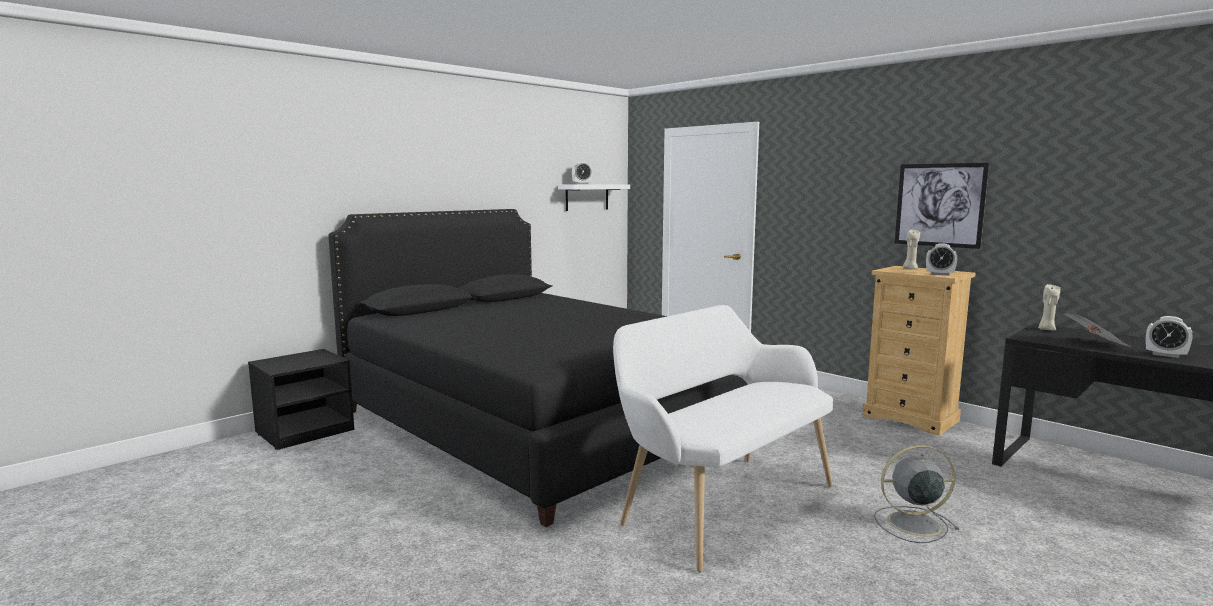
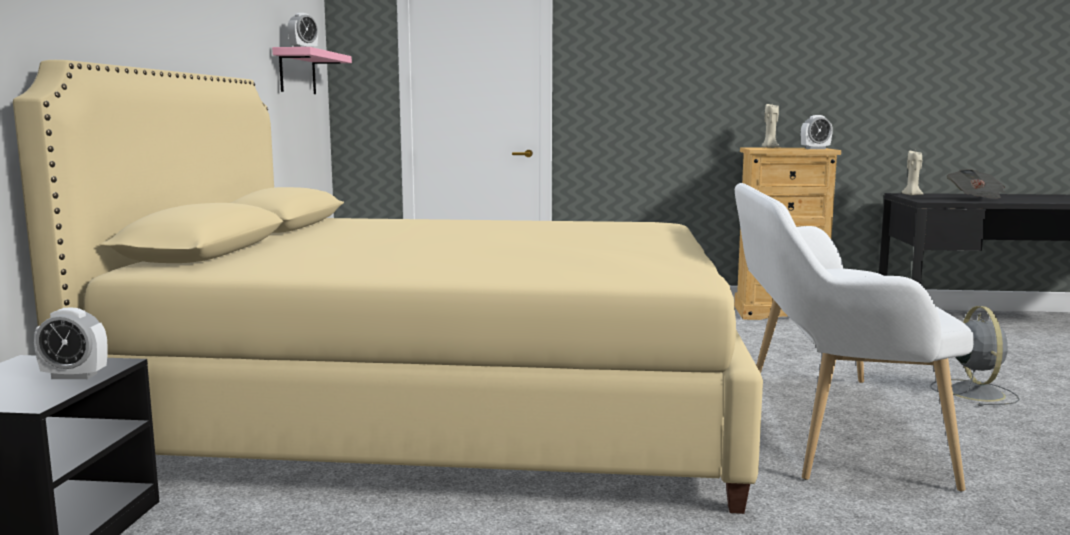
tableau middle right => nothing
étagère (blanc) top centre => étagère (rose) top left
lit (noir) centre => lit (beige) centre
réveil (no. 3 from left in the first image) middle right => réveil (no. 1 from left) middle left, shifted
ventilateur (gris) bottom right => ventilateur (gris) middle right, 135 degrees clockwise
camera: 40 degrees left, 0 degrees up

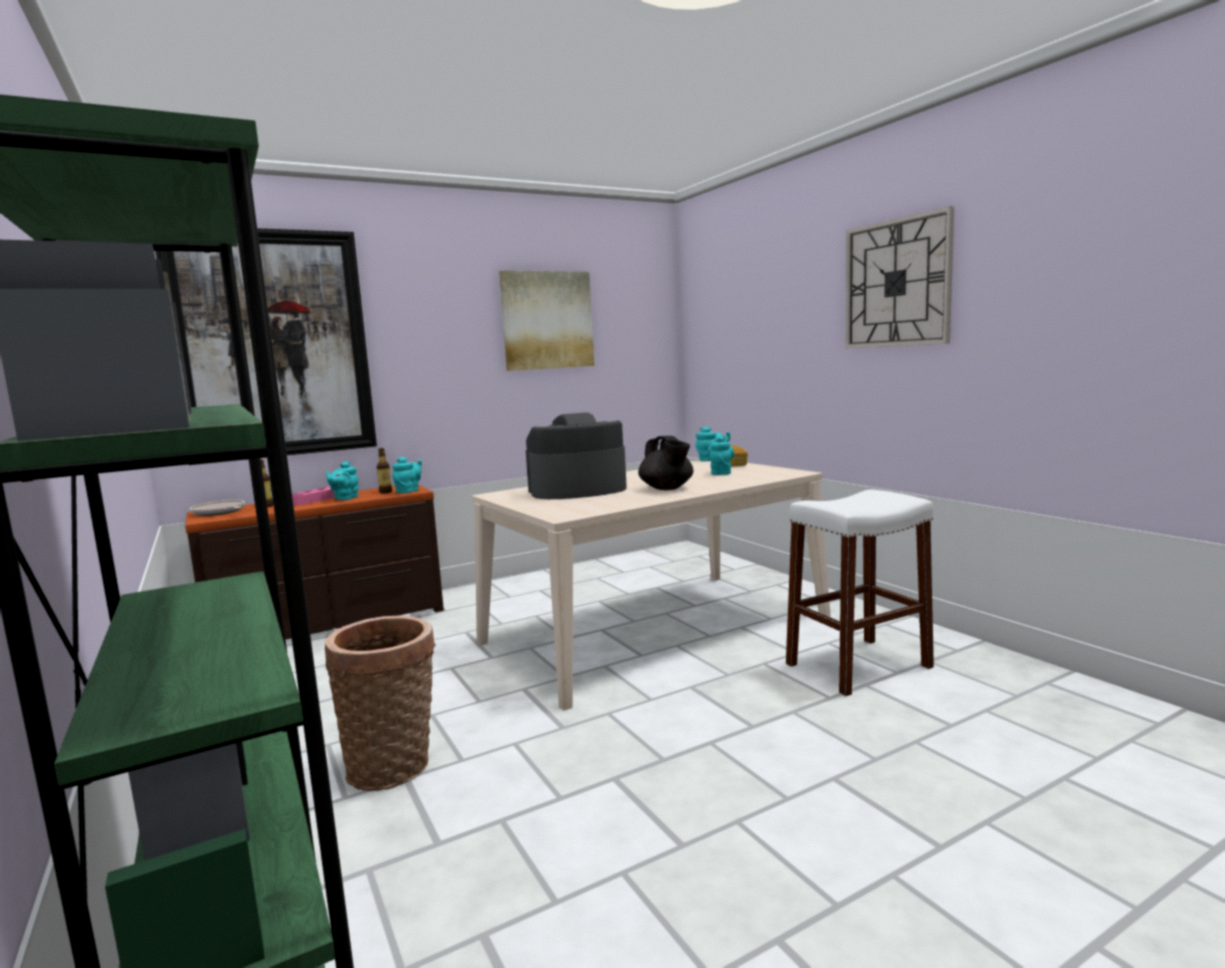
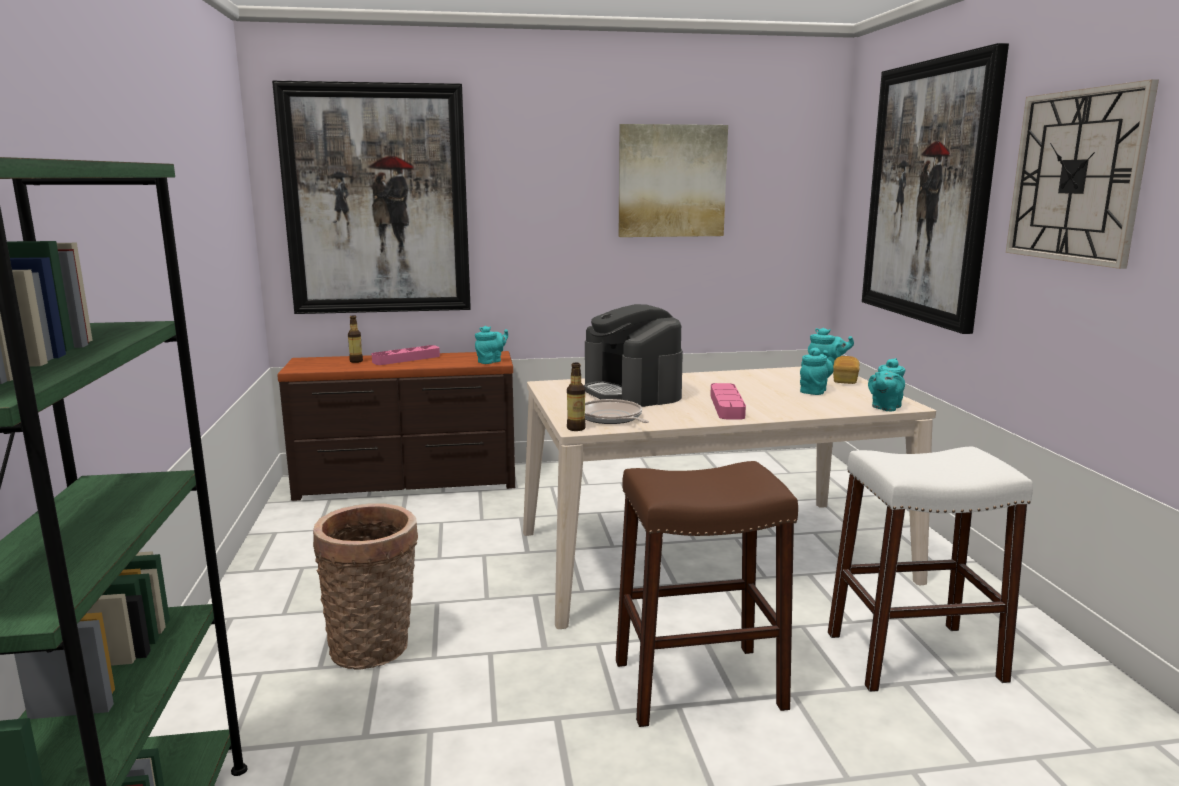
machine à café centre, 120 degrees counterclockwise
théière (noir) centre => plateau (rose) (no. 2 from left) centre
bouteille (no. 2 from left) middle left => bouteille (no. 2 from left) centre, shifted
théière (turquoise) (no. 1 from left in the first image) middle left => théière (turquoise) (no. 4 from left) middle right, shifted
poêle middle left => poêle centre, shifted
nothing => tableau (no. 3 from left) top right
nothing => tabouret (marron) bottom centre
camera: 20 degrees right, 5 degrees up

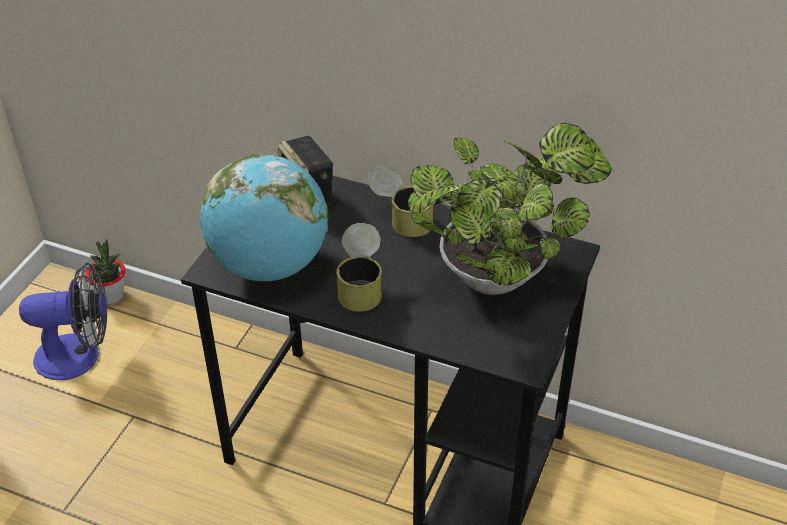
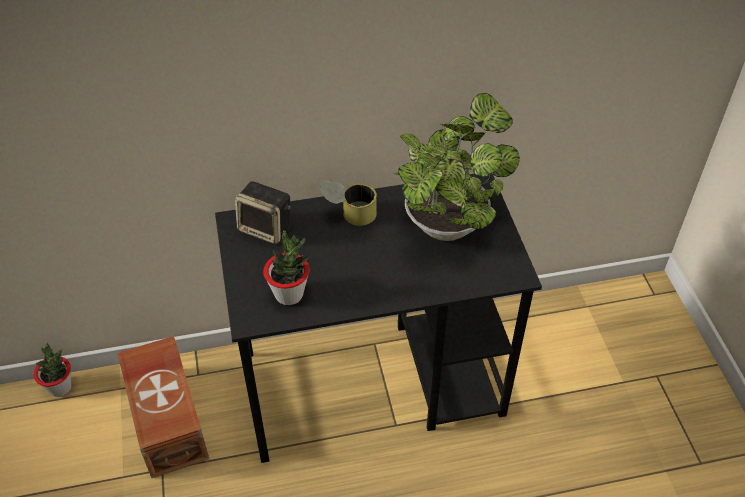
globe centre => plante en pot (no. 2 from left) centre
boîte métallique (no. 1 from left) centre => nothing
ventilateur middle left => nothing
nothing => boîte de rangement (marron) bottom left
camera: 35 degrees left, 5 degrees up

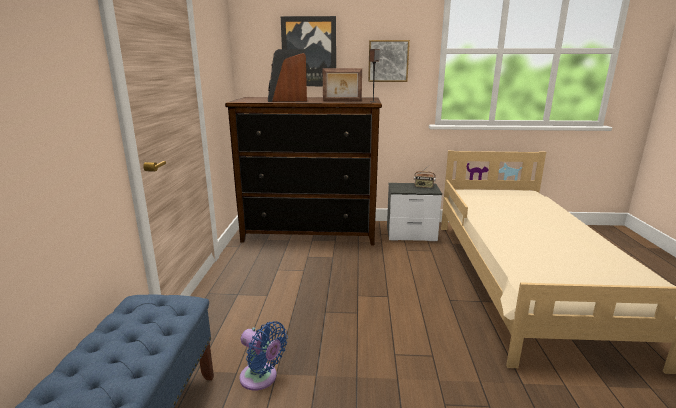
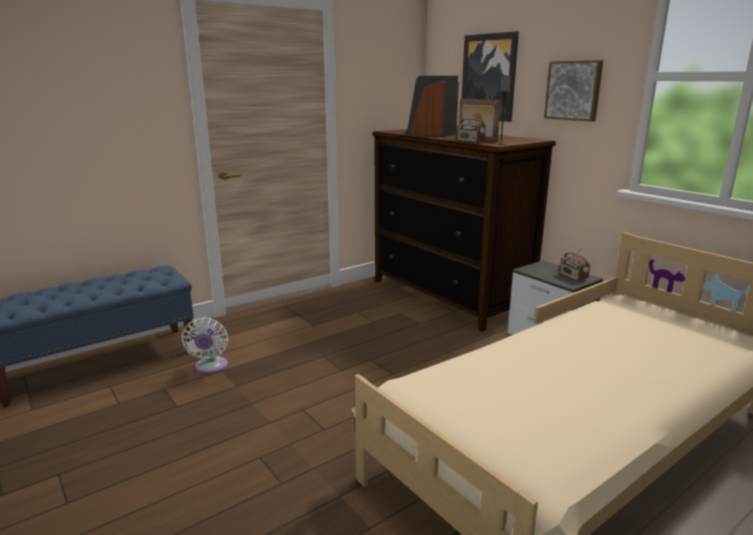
ventilateur (bleu) bottom centre => ventilateur (blanc) middle left
nothing => radio (no. 1 from left) top centre
camera: 50 degrees right, 0 degrees up

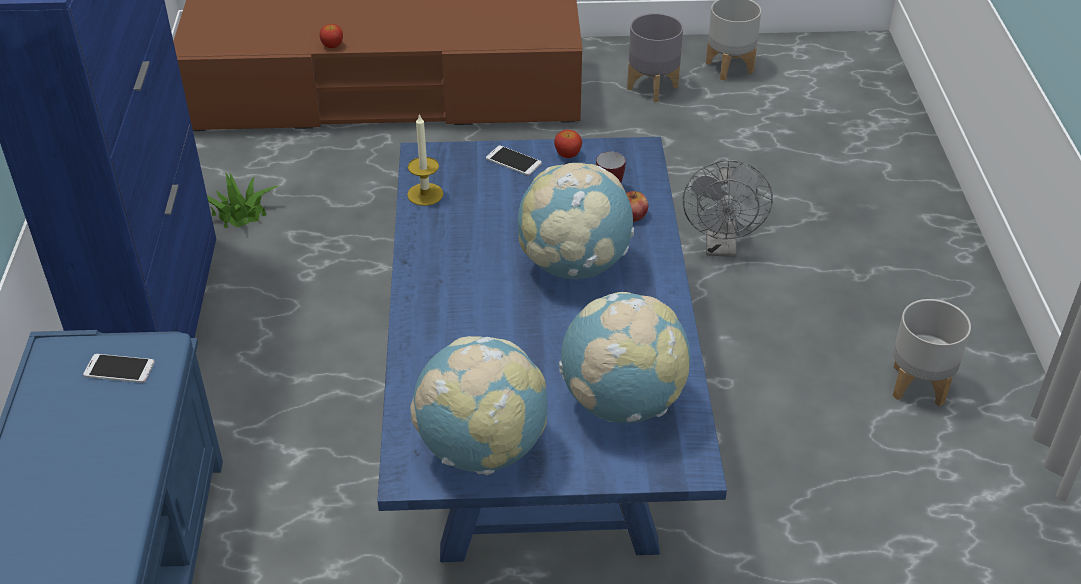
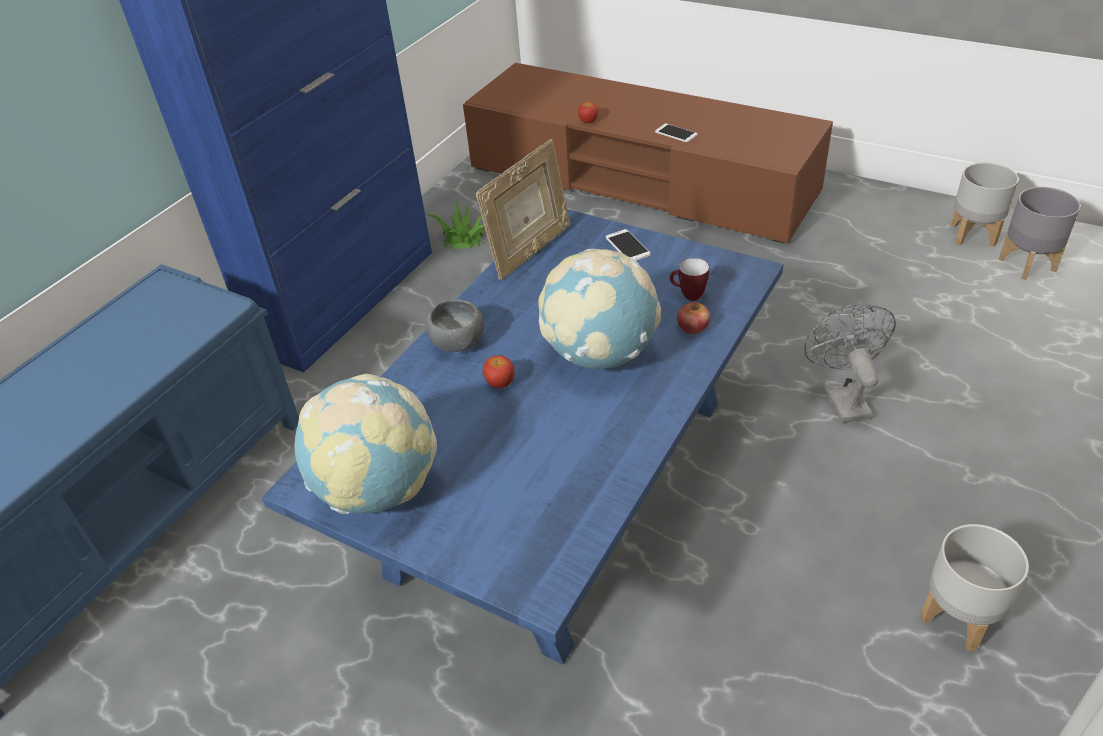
cache-pot (gris) (no. 1 from left in the first image) top centre => cache-pot (gris) (no. 3 from left) top right, shifted
bougie top centre => cadre photo top centre
pomme (no. 2 from left in the first image) top centre => pomme (no. 1 from left) centre, shifted
ventilateur (gris) middle right, 135 degrees clockwise
globe (no. 3 from left) centre => nothing
téléphone (no. 1 from left in the first image) middle left => téléphone (no. 2 from left) top centre, shifted
nothing => bol (gris) centre
camera: 35 degrees right, 0 degrees up

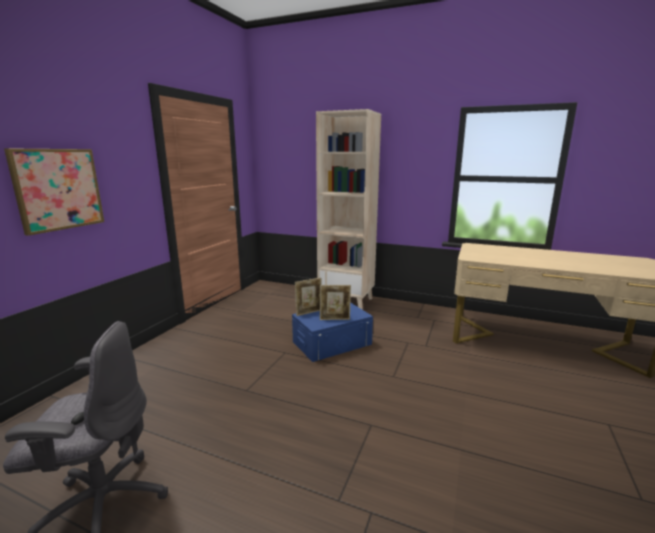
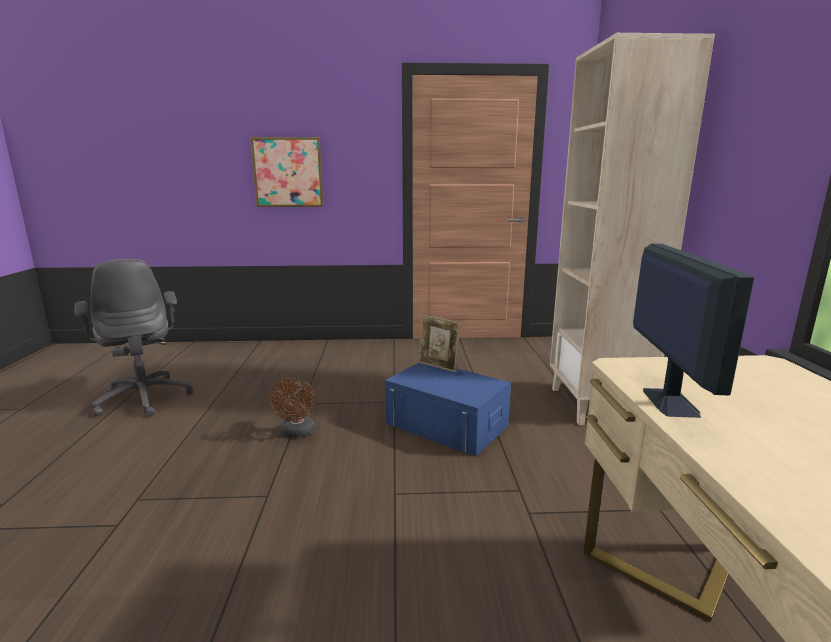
cadre photo (no. 2 from left) centre => nothing
nothing => écran d'ordinateur middle right
nothing => ventilateur (marron) centre
camera: 65 degrees right, 0 degrees up

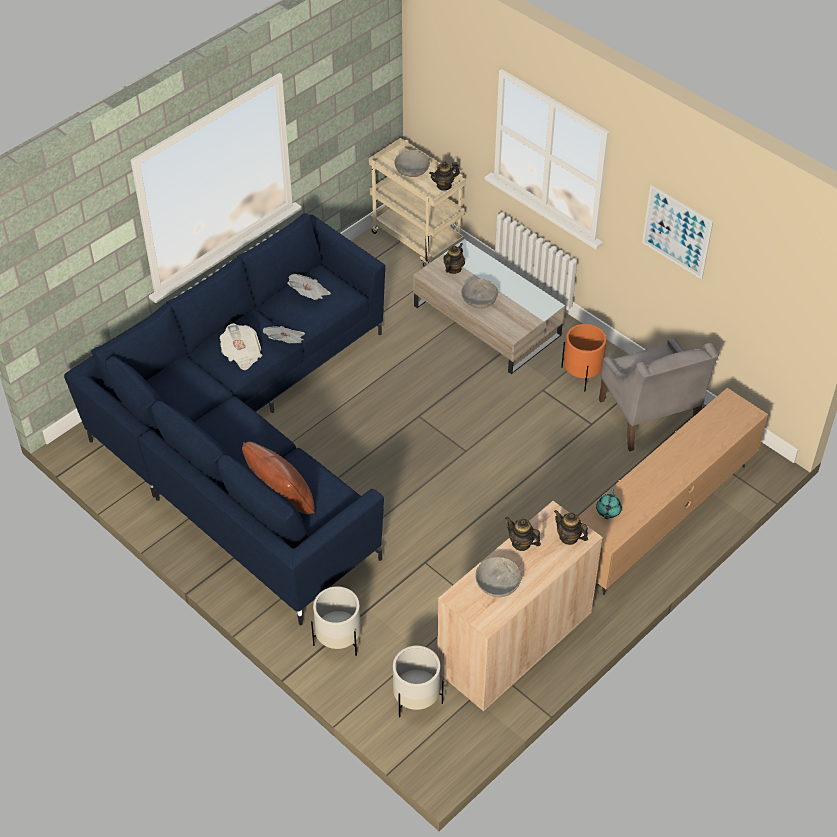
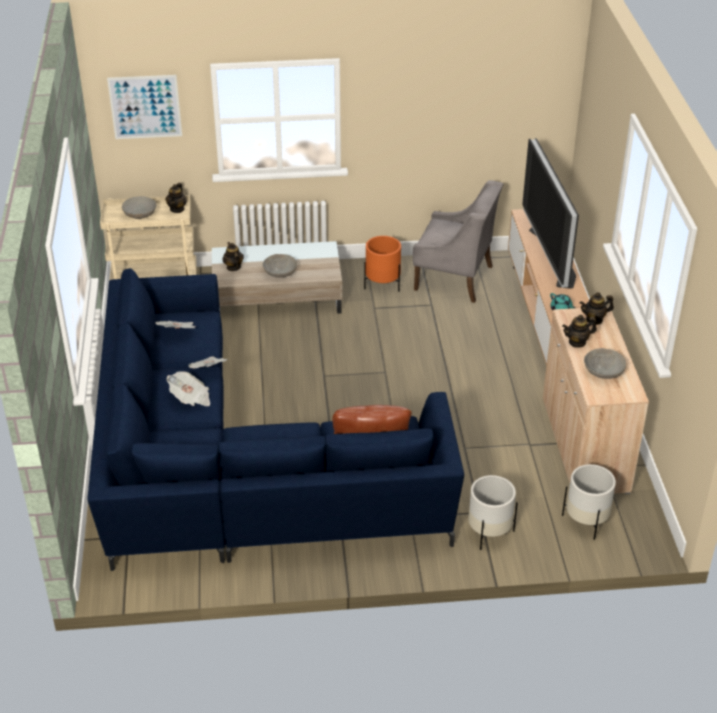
tableau top right => tableau top left, shifted
nothing => téléviseur top right
camera: 50 degrees left, 10 degrees down

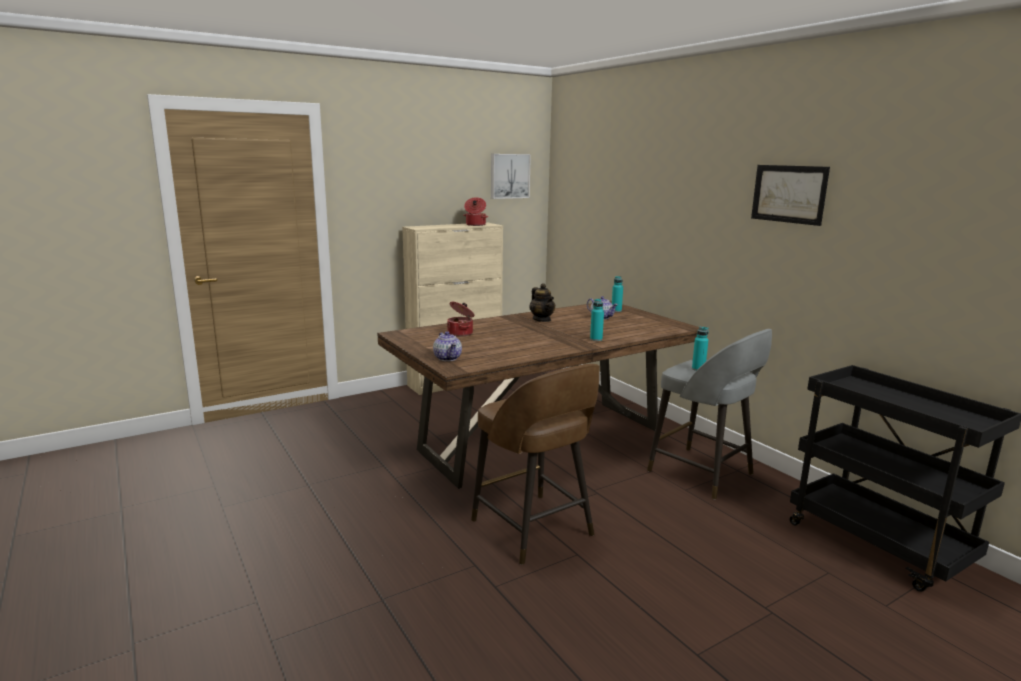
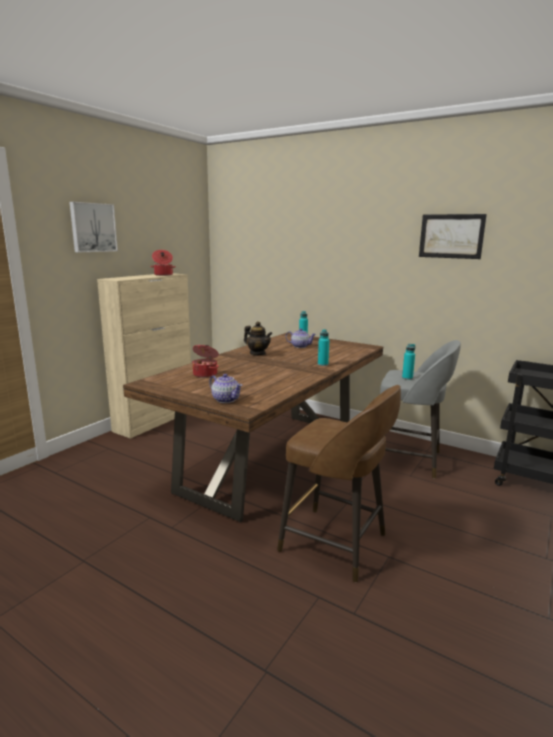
tableau (no. 1 from left) top centre => tableau (no. 1 from left) top left, shifted
camera: 25 degrees left, 0 degrees up

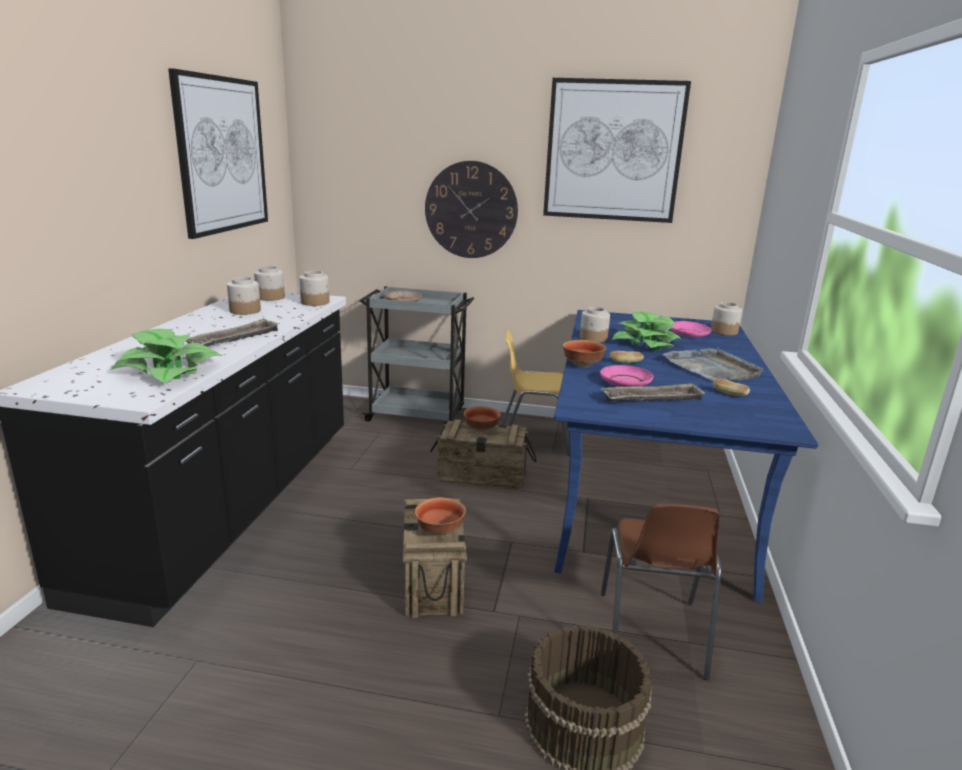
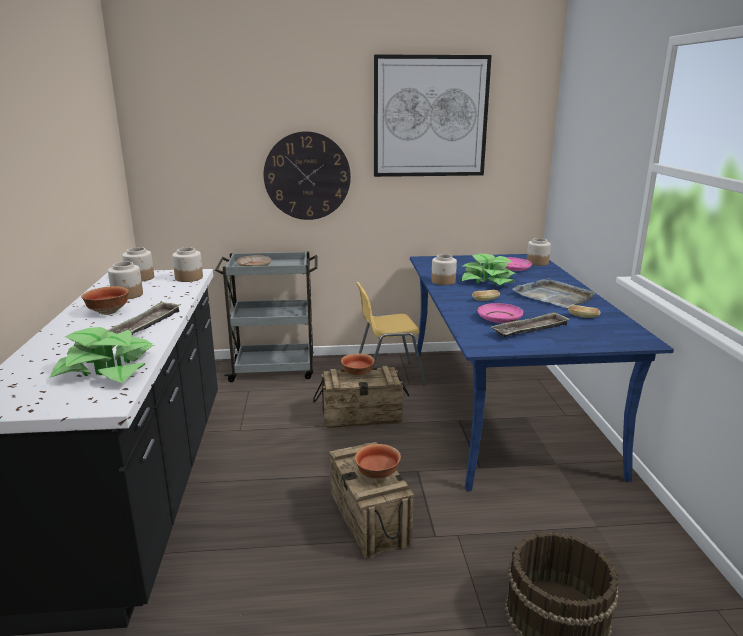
tableau (no. 1 from left) top left => nothing
bol (no. 3 from left in the first image) centre => bol (no. 1 from left) middle left, shifted
chaise (marron) bottom right => nothing
camera: 15 degrees left, 0 degrees up

